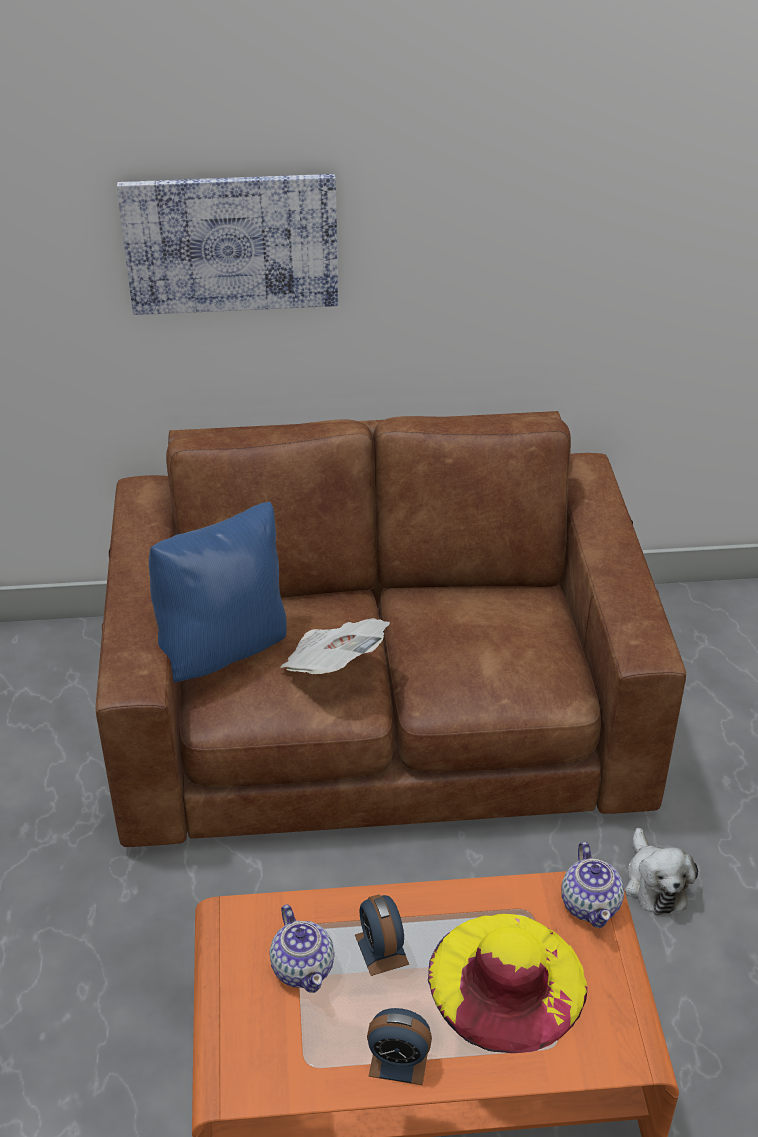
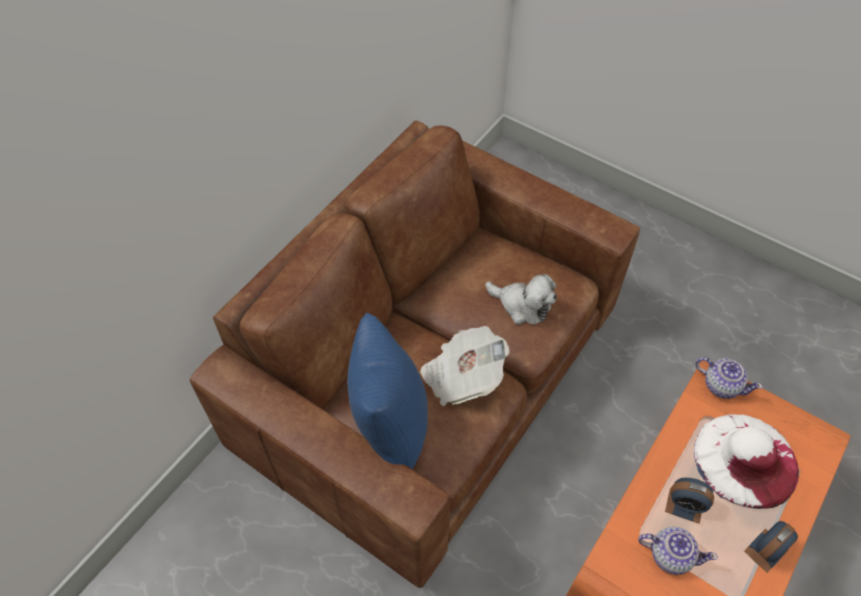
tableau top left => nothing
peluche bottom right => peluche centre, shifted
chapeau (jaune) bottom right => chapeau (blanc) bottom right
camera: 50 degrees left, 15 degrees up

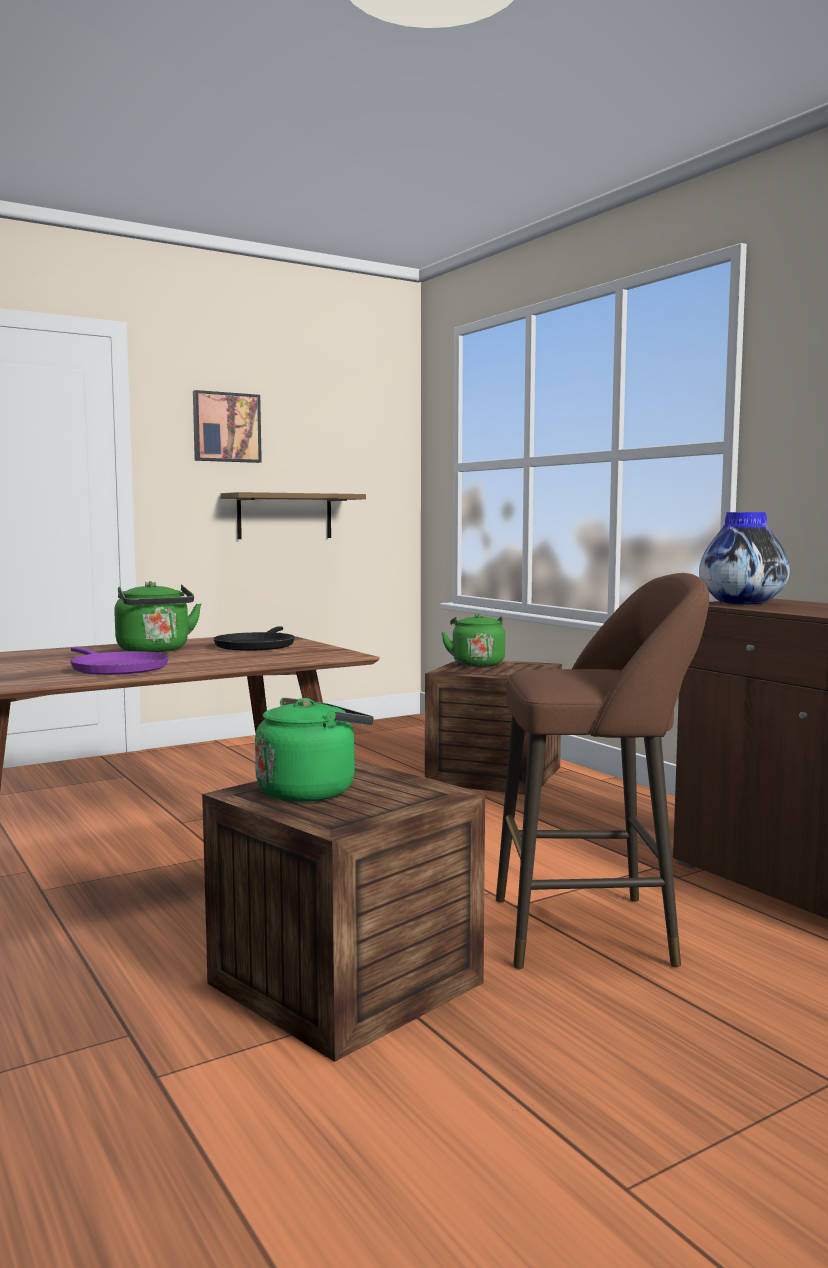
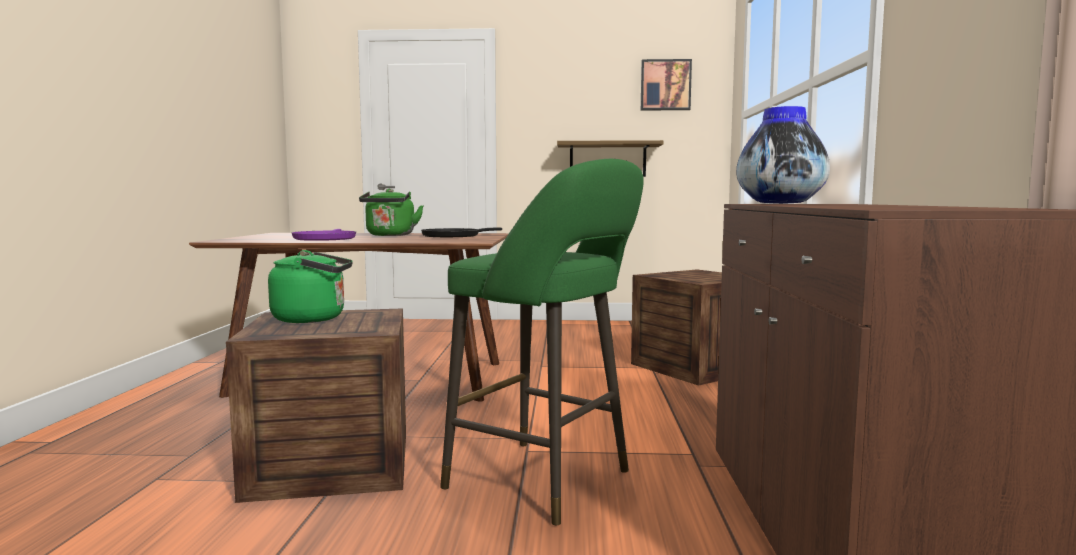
tableau middle left => tableau top centre, shifted
tabouret (marron) middle right => tabouret (vert) centre
bouilloire (vert) (no. 3 from left) centre => nothing
camera: 35 degrees right, 0 degrees up

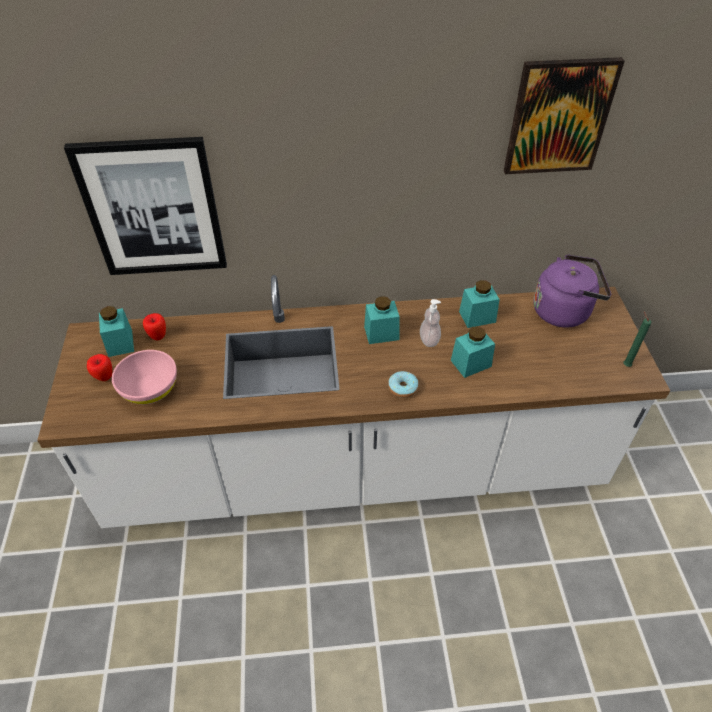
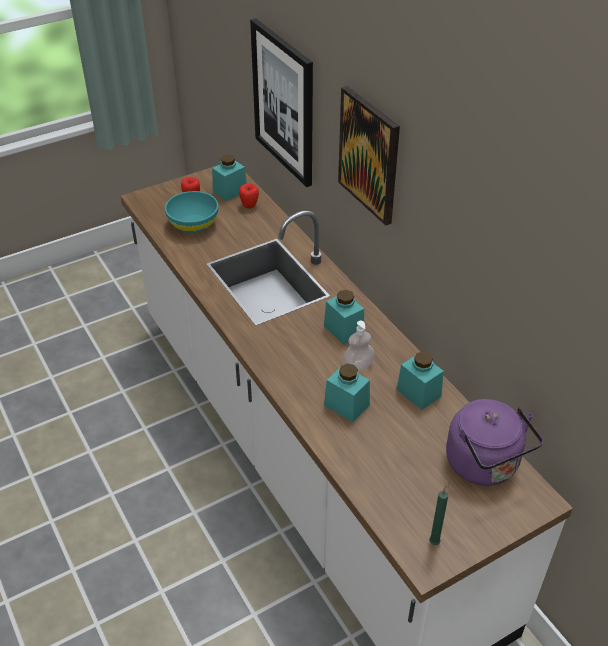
tableau (no. 2 from left) top right => tableau (no. 2 from left) top centre, shifted
bol (rose) middle left => bol (turquoise) top left
beignet centre => nothing
camera: 65 degrees right, 5 degrees down

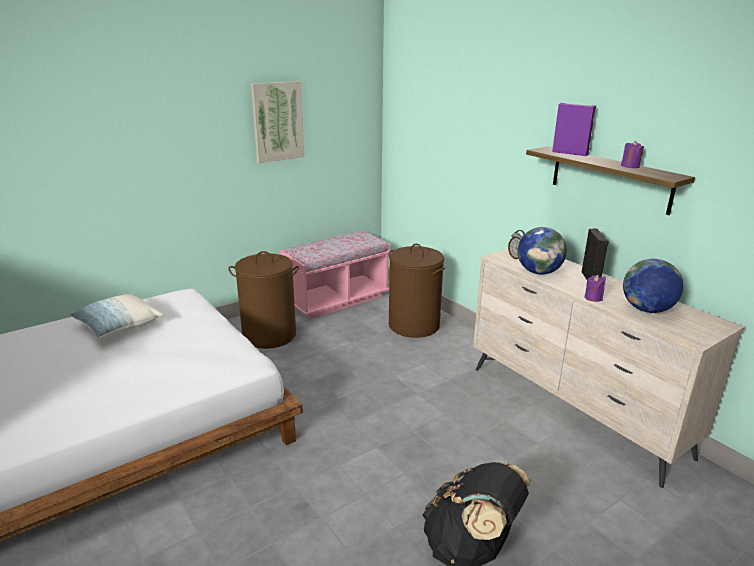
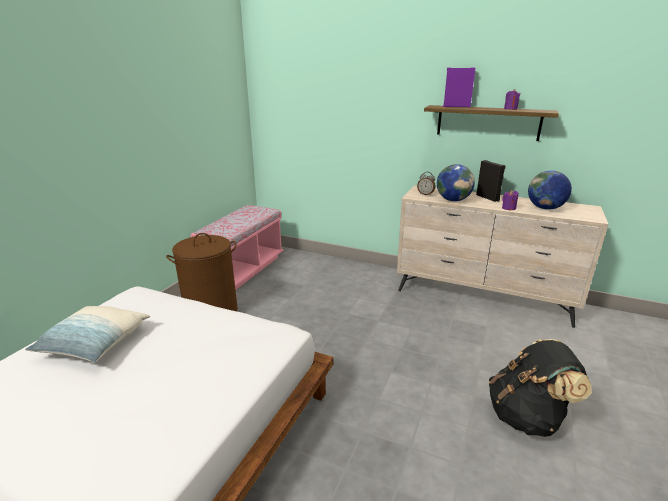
tableau top centre => nothing
panier à linge (marron) (no. 2 from left) centre => nothing
camera: 30 degrees left, 0 degrees up

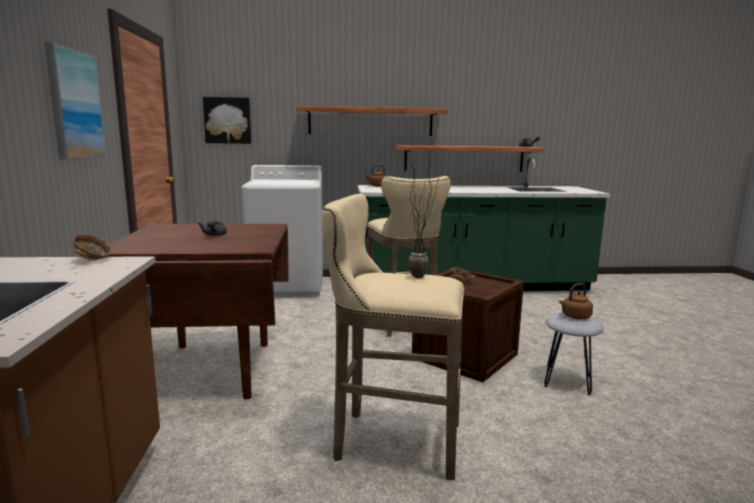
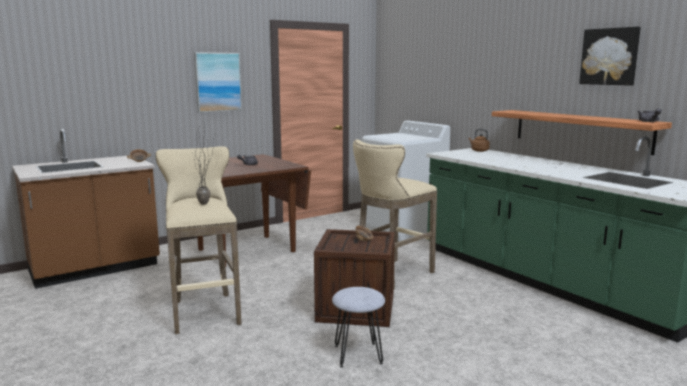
tableau (no. 2 from left) top left => tableau (no. 2 from left) top right, shifted
étagère (no. 1 from left) top centre => nothing
bouilloire (marron) (no. 2 from left) middle right => nothing
camera: 60 degrees right, 0 degrees up

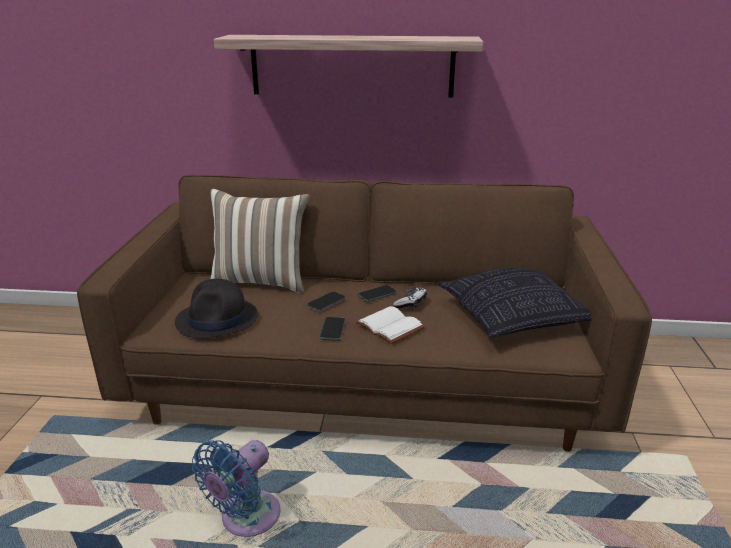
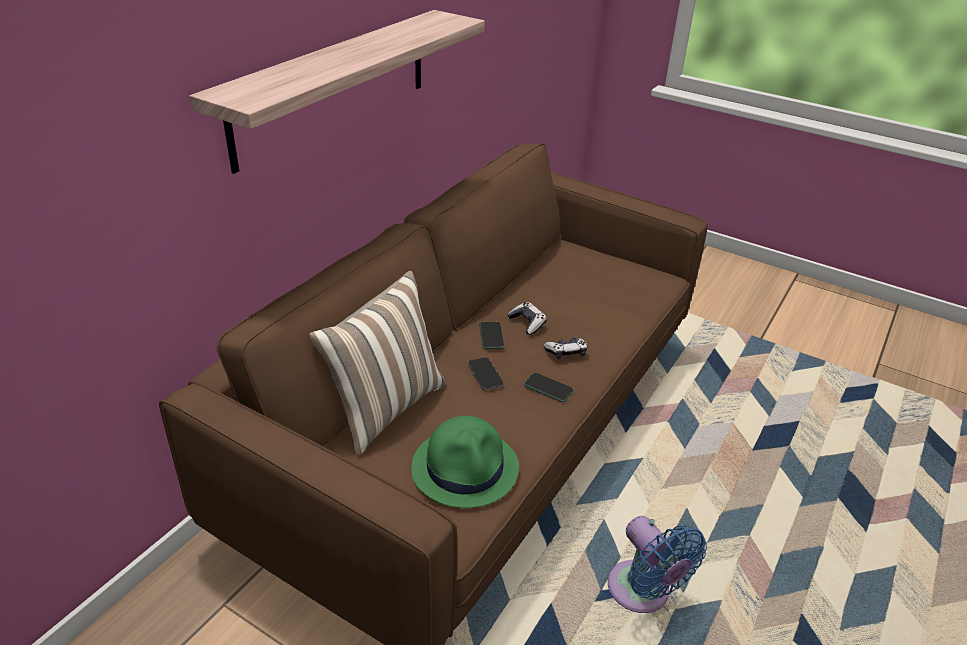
coussin (no. 2 from left) middle right => nothing
chapeau (noir) middle left => chapeau (vert) bottom centre
livre (blanc) centre => manette (no. 2 from left) centre
camera: 65 degrees left, 10 degrees up

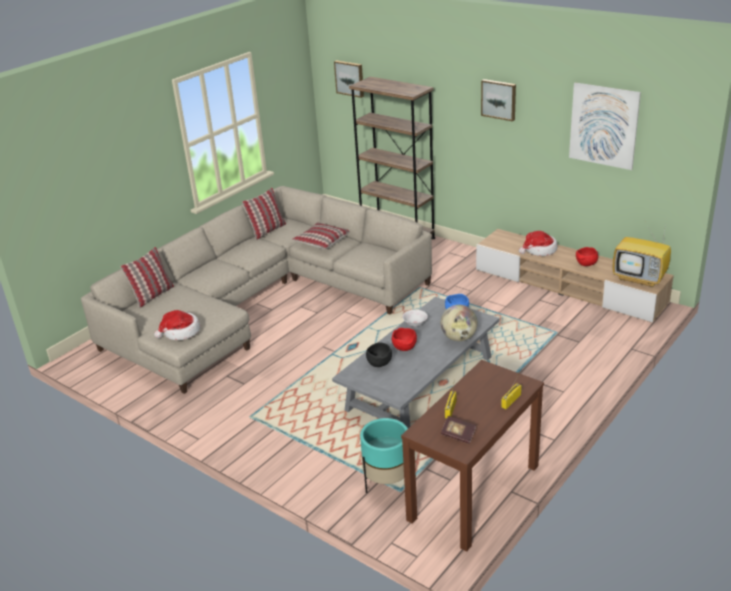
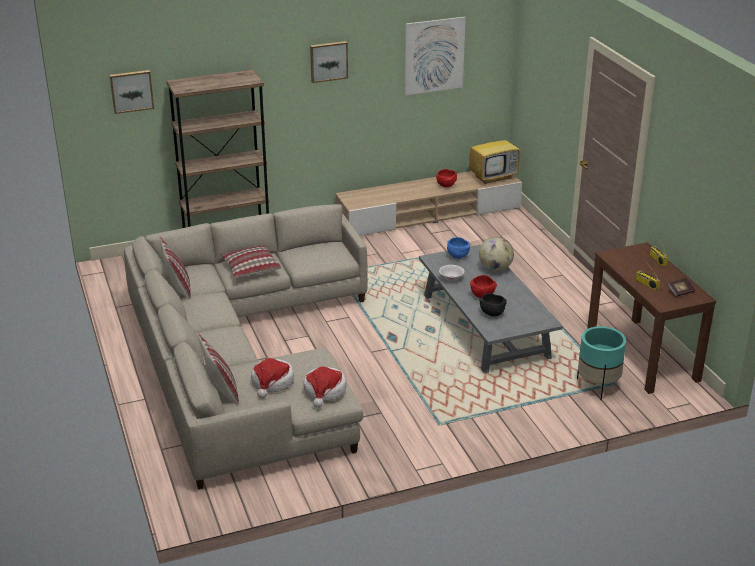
chapeau (no. 2 from left in the first image) middle right => chapeau (no. 1 from left) bottom centre, shifted
camera: 60 degrees left, 0 degrees up

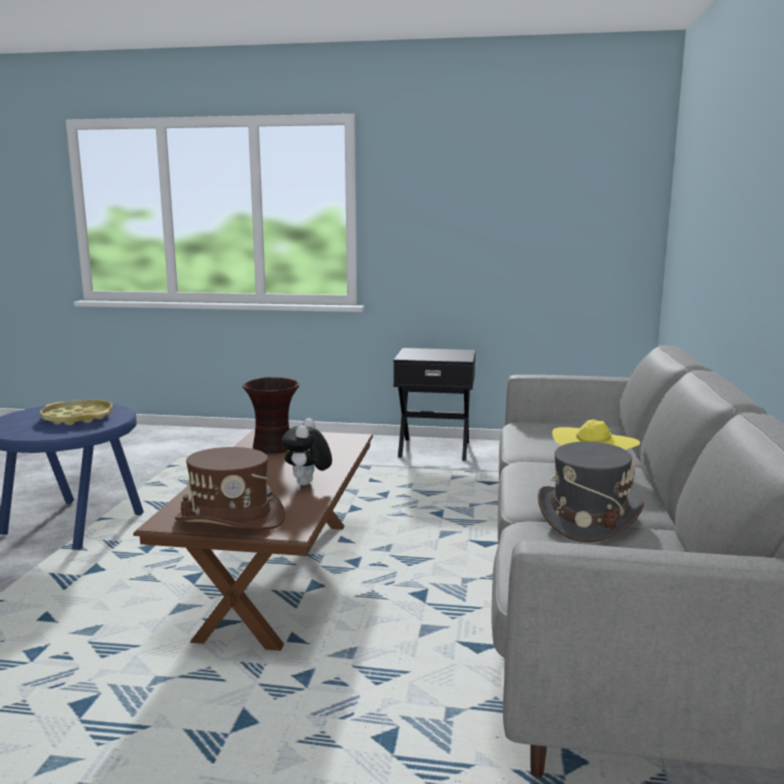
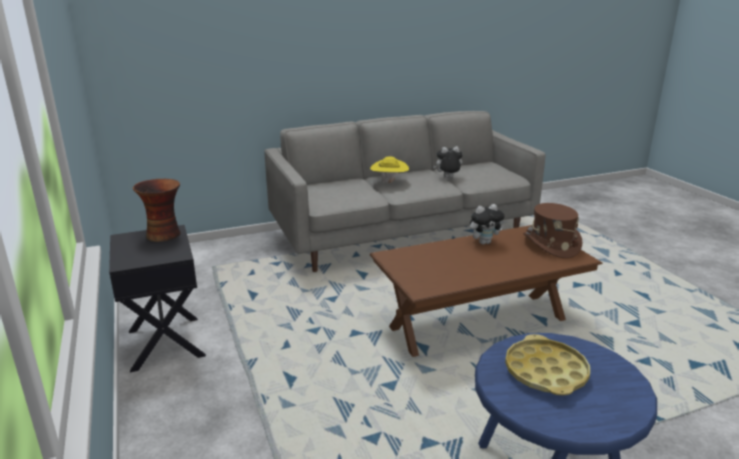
vase centre => vase middle left, shifted
chapeau (gris) middle right => peluche (no. 1 from left) centre
camera: 120 degrees left, 10 degrees up

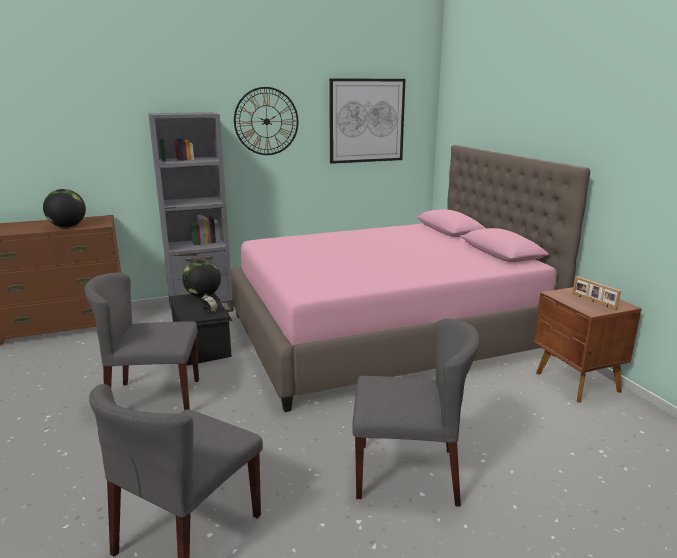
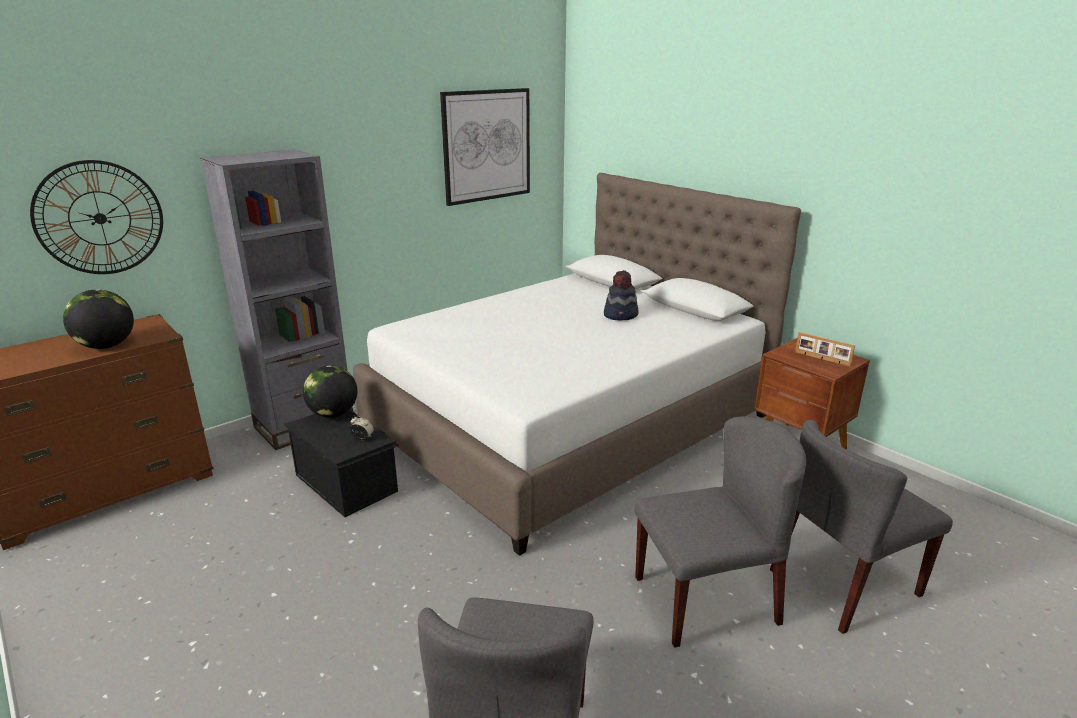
horloge murale top centre => horloge murale top left, shifted
lit (rose) centre => lit (blanc) centre
chaise (gris) (no. 1 from left in the first image) middle left => chaise (gris) (no. 3 from left) bottom right, shifted
nothing => chapeau centre
camera: 20 degrees left, 5 degrees up

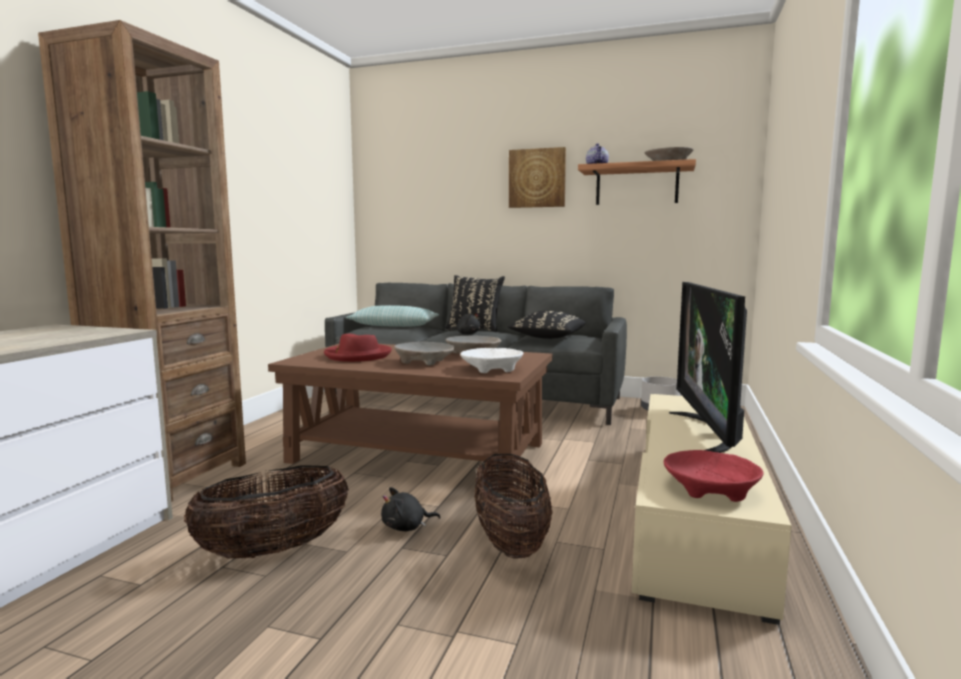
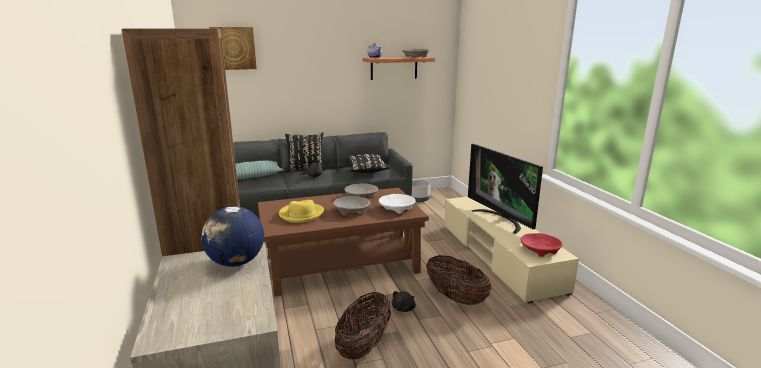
tableau top centre => tableau top left, shifted
chapeau (rouge) centre => chapeau (jaune) centre
nothing => globe middle left
camera: 35 degrees left, 10 degrees up

